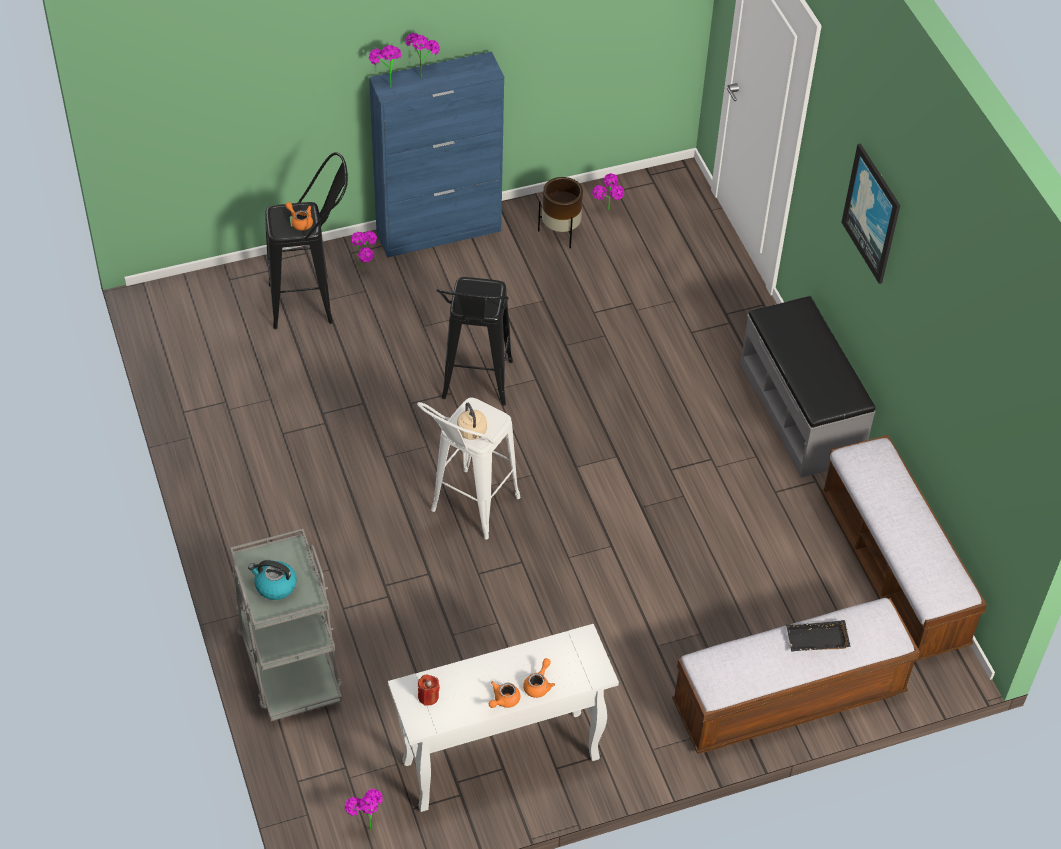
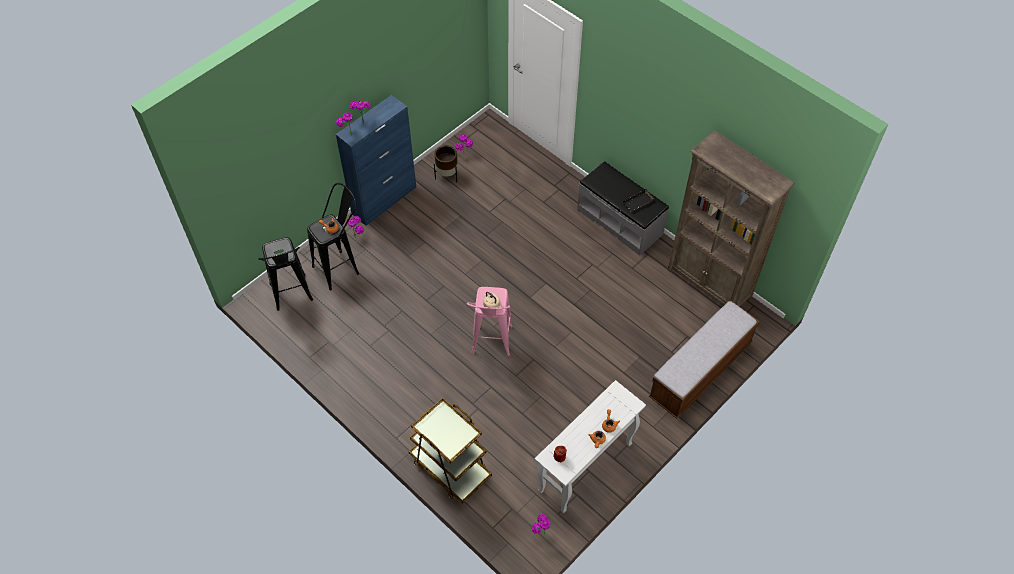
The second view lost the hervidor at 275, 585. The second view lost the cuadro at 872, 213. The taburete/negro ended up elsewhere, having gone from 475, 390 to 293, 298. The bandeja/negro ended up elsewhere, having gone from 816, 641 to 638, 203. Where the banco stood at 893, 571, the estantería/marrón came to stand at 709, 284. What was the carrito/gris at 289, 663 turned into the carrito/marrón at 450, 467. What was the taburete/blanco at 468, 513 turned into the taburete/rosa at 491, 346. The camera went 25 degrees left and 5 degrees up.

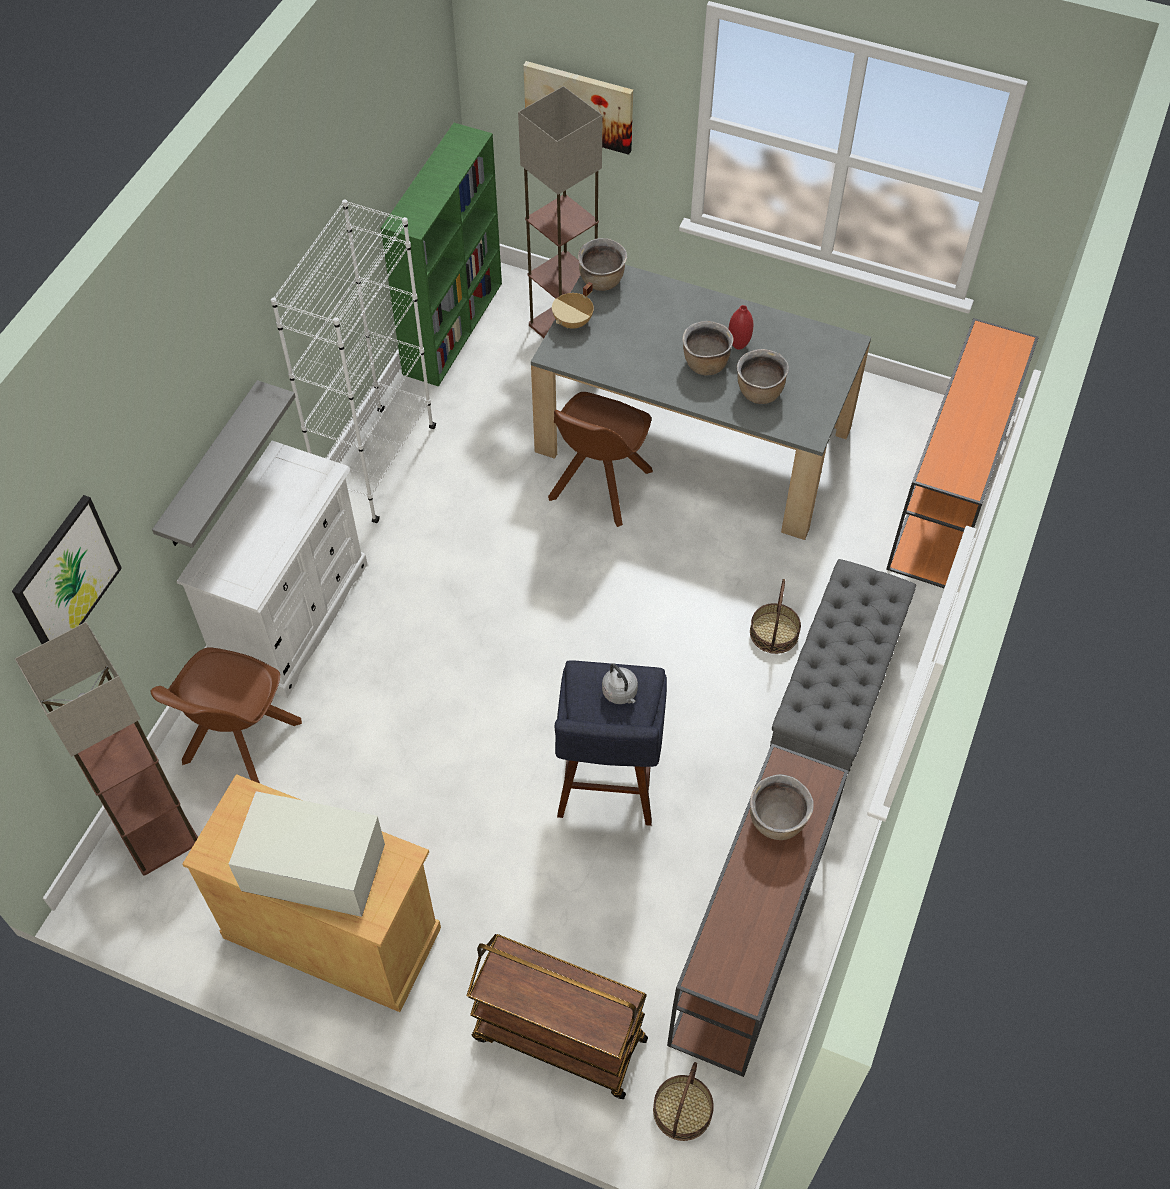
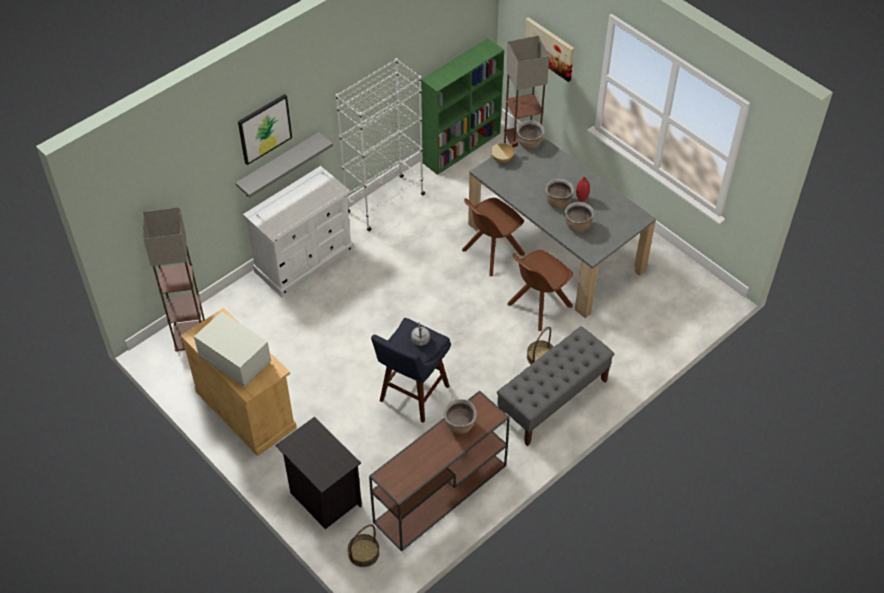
The second view lost the mesa consola/naranja at 948, 499. The cuadro ended up elsewhere, having gone from 66, 577 to 264, 129. The silla/marrón ended up elsewhere, having gone from 240, 744 to 538, 306. Where the carrito/marrón stood at 558, 1039, the mesita de noche/negro came to stand at 323, 498. The camera went 25 degrees right and 5 degrees down.

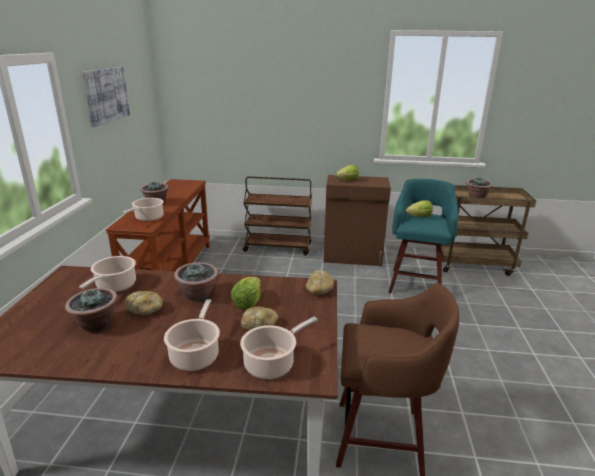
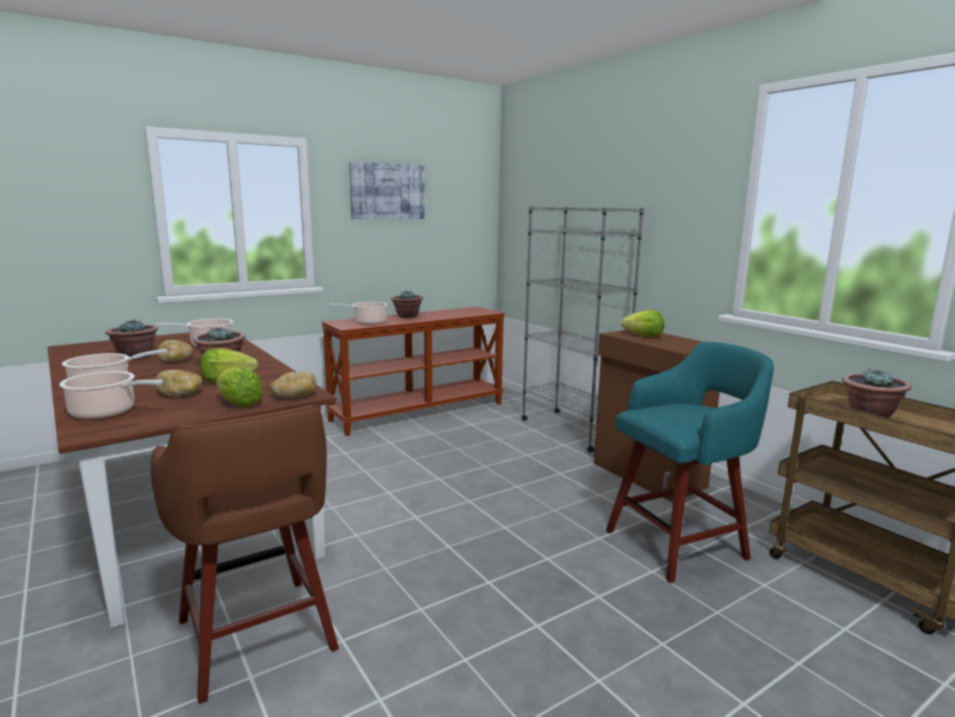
The lechuga ended up elsewhere, having gone from 419, 217 to 238, 403. Where the carrito/marrón stood at 278, 247, the estantería/gris came to stand at 571, 430. The camera went 50 degrees right and 10 degrees down.

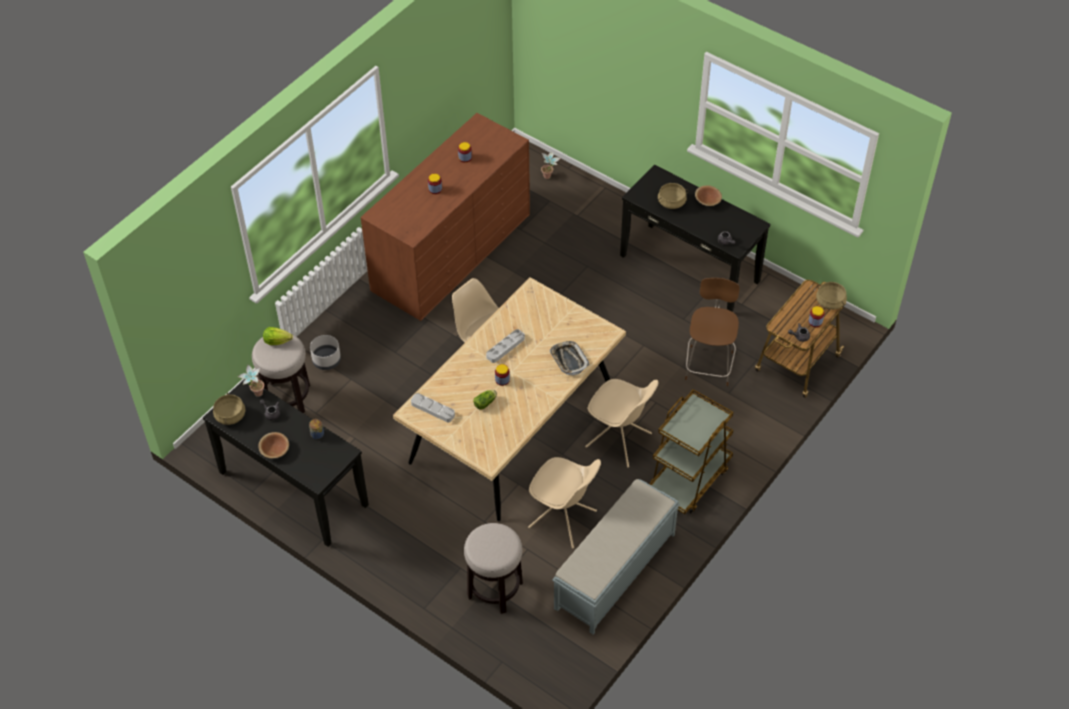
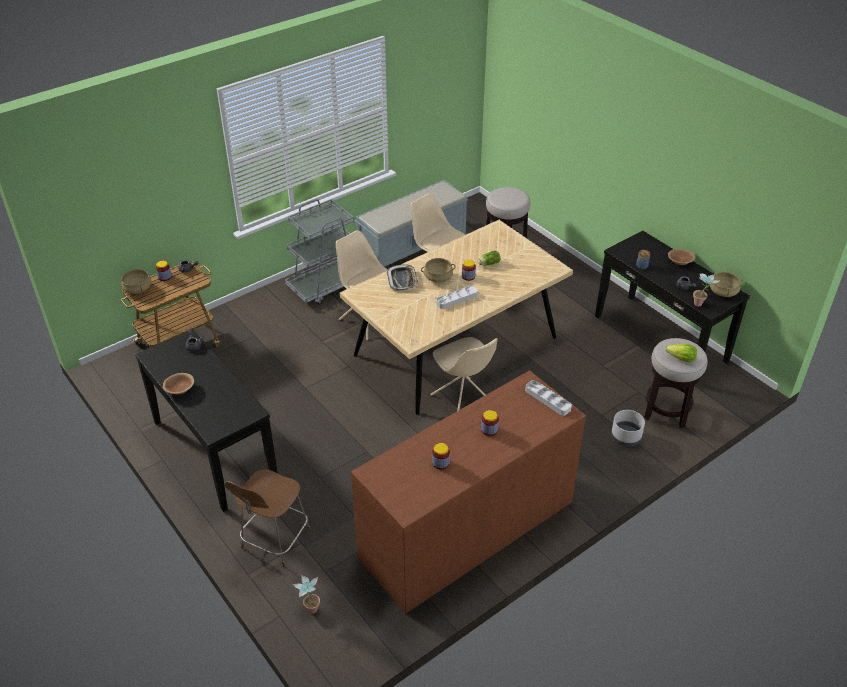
The bandeja/gris ended up elsewhere, having gone from 433, 409 to 547, 400. The olla/beis ended up elsewhere, having gone from 671, 202 to 438, 277. The taburete/marrón ended up elsewhere, having gone from 709, 364 to 274, 541. What was the carrito/marrón at 688, 479 turned into the carrito/gris at 327, 285. The camera went 165 degrees left and 10 degrees down.

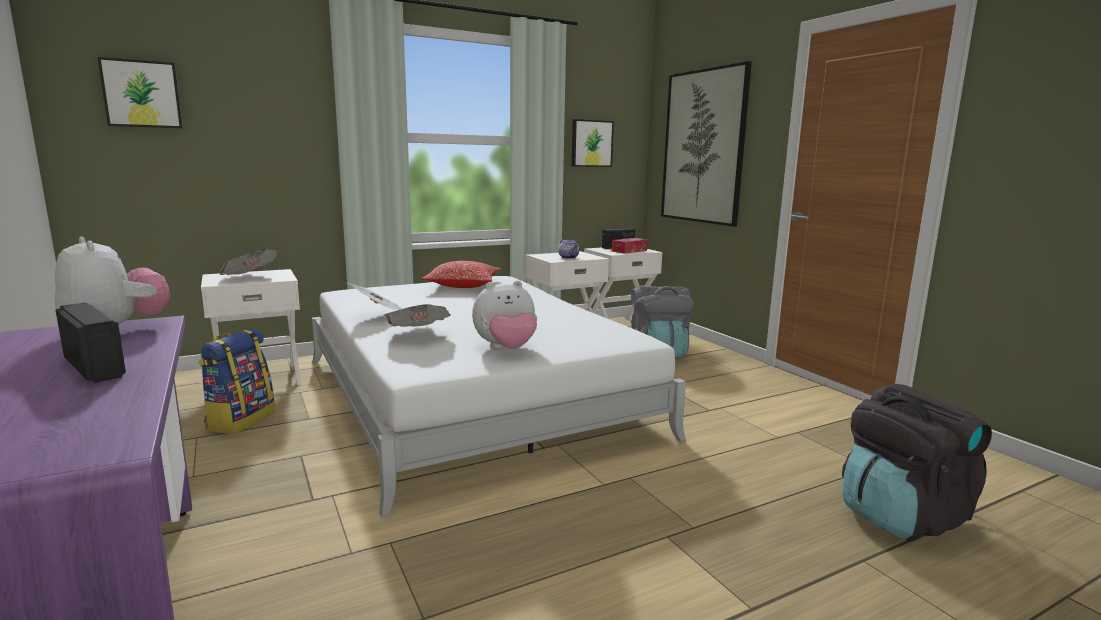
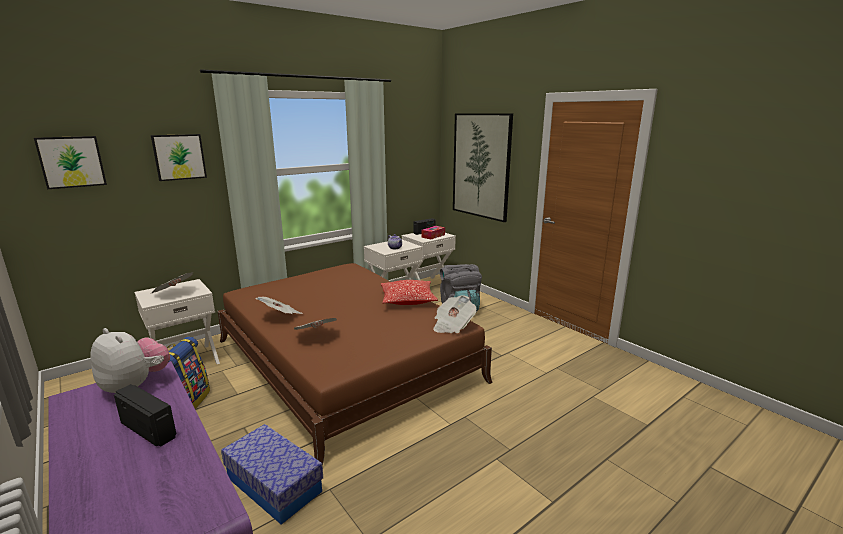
The second view lost the peluche at 506, 349. The second view lost the mochila/negro at 902, 516. The second view gained the caja de almacenaje at 274, 485. The second view gained the periódico at 452, 325. The cojín ended up elsewhere, having gone from 463, 285 to 408, 300. The cuadro ended up elsewhere, having gone from 591, 143 to 179, 157. What was the cama/blanco at 471, 395 turned into the cama/marrón at 345, 360. The camera went 10 degrees left and 5 degrees up.

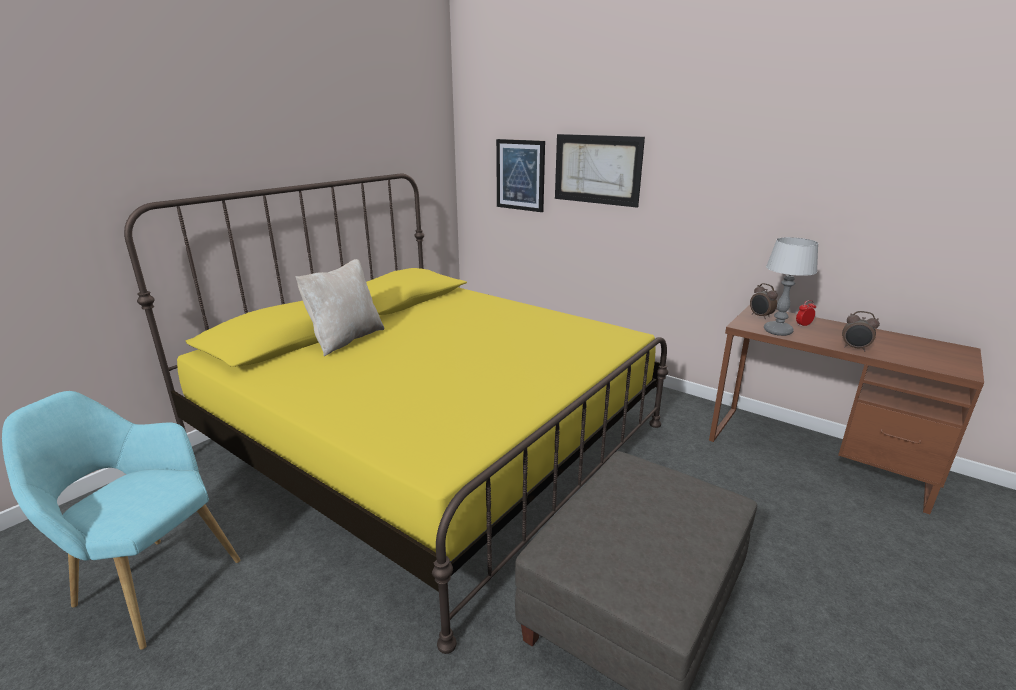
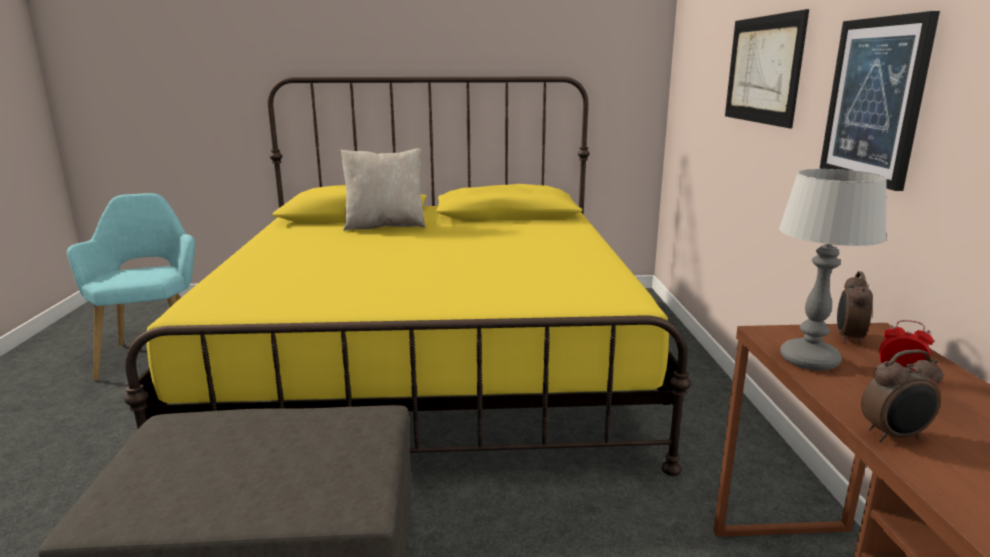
The cuadro ended up elsewhere, having gone from 520, 175 to 875, 101. The despertador at 855, 348 ended up facing another way, 90 degrees counterclockwise from before. The camera went 50 degrees right and 5 degrees down.

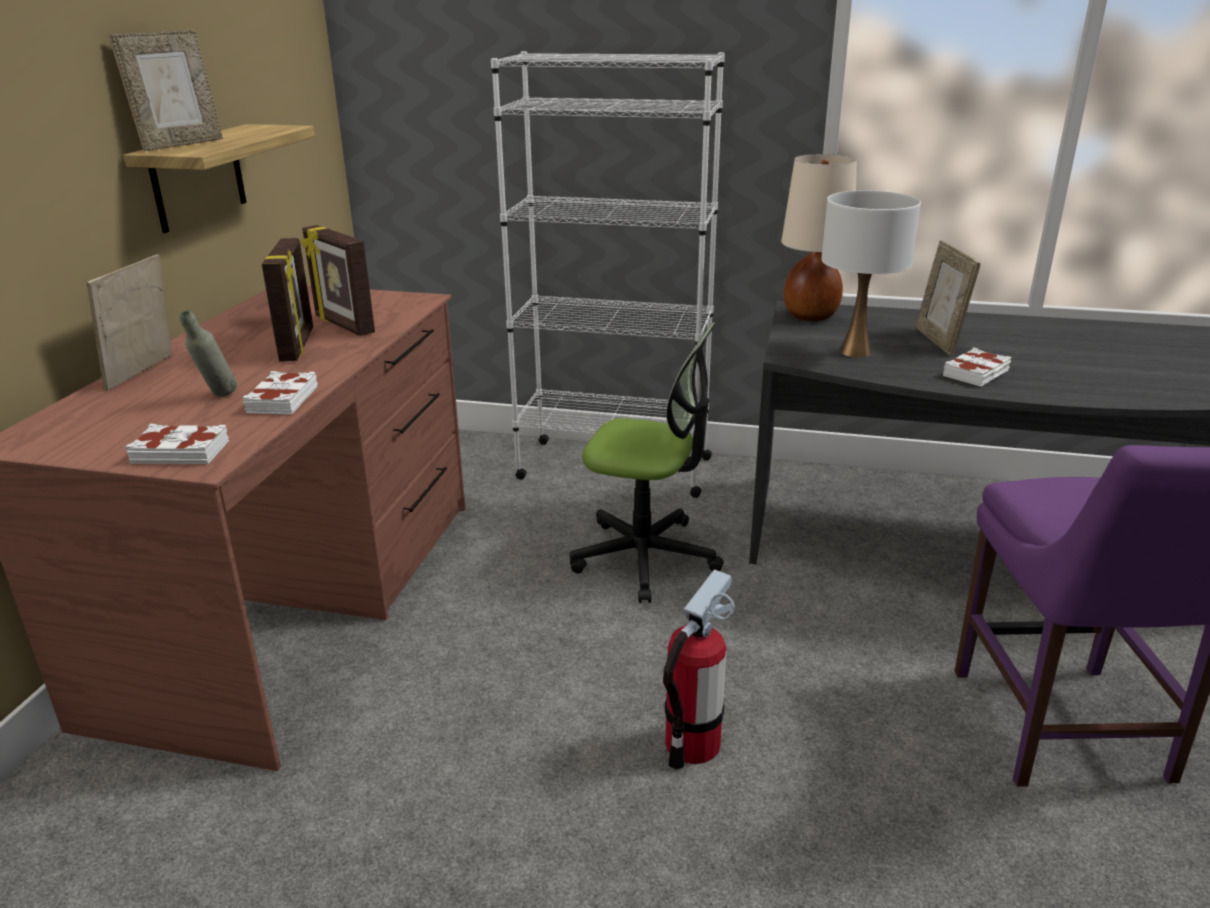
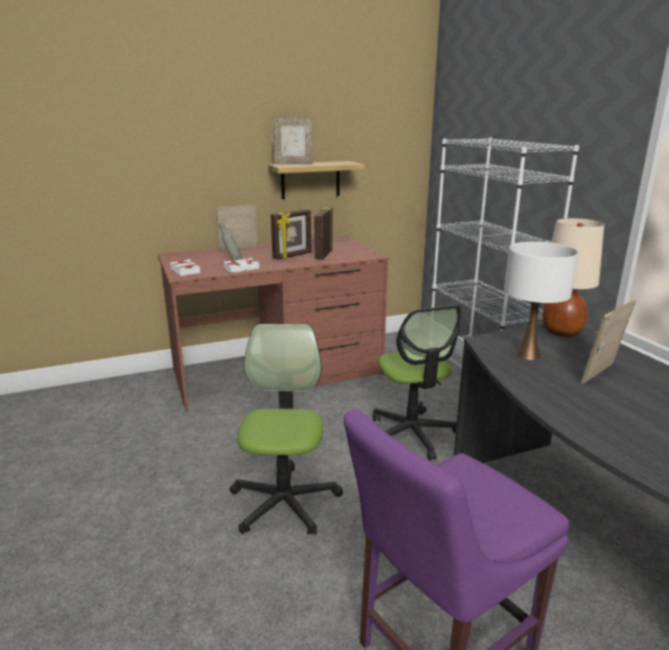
The second view lost the libro/blanco at 976, 373. Where the extintor stood at 692, 744, the silla de oficina came to stand at 284, 502. The camera went 55 degrees right and 5 degrees down.

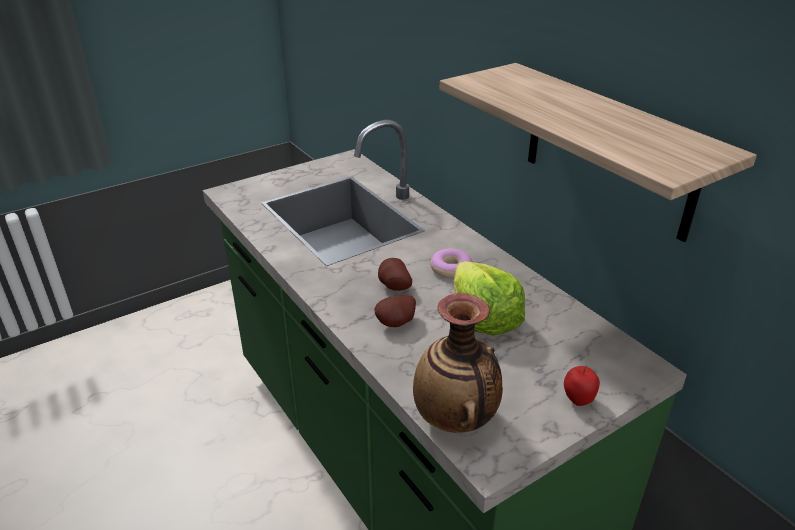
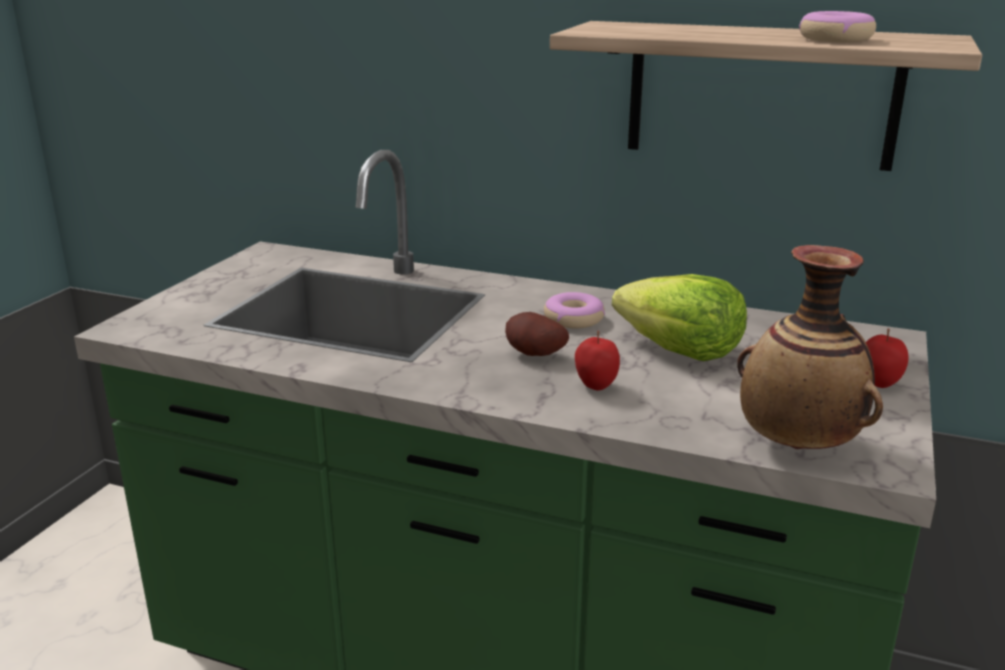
The second view gained the rosquilla at 835, 39. Where the patata stood at 397, 324, the manzana came to stand at 596, 387. The camera went 35 degrees left and 10 degrees down.

